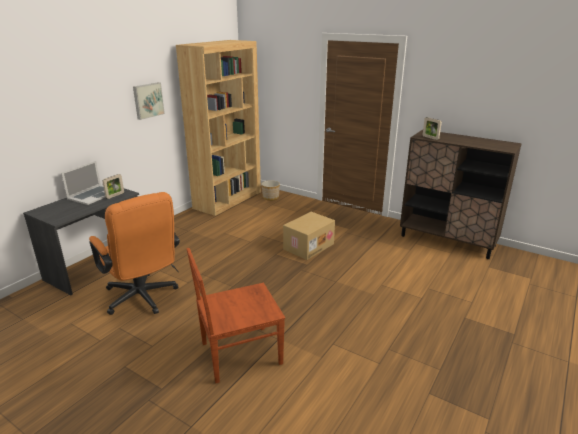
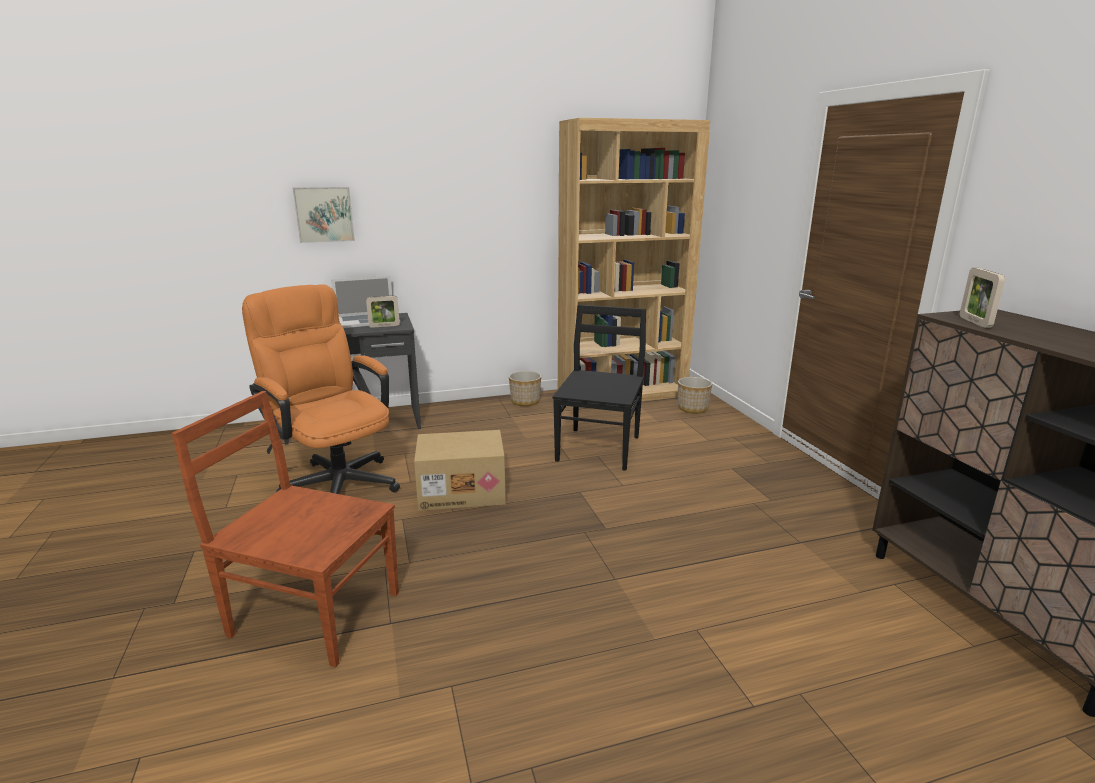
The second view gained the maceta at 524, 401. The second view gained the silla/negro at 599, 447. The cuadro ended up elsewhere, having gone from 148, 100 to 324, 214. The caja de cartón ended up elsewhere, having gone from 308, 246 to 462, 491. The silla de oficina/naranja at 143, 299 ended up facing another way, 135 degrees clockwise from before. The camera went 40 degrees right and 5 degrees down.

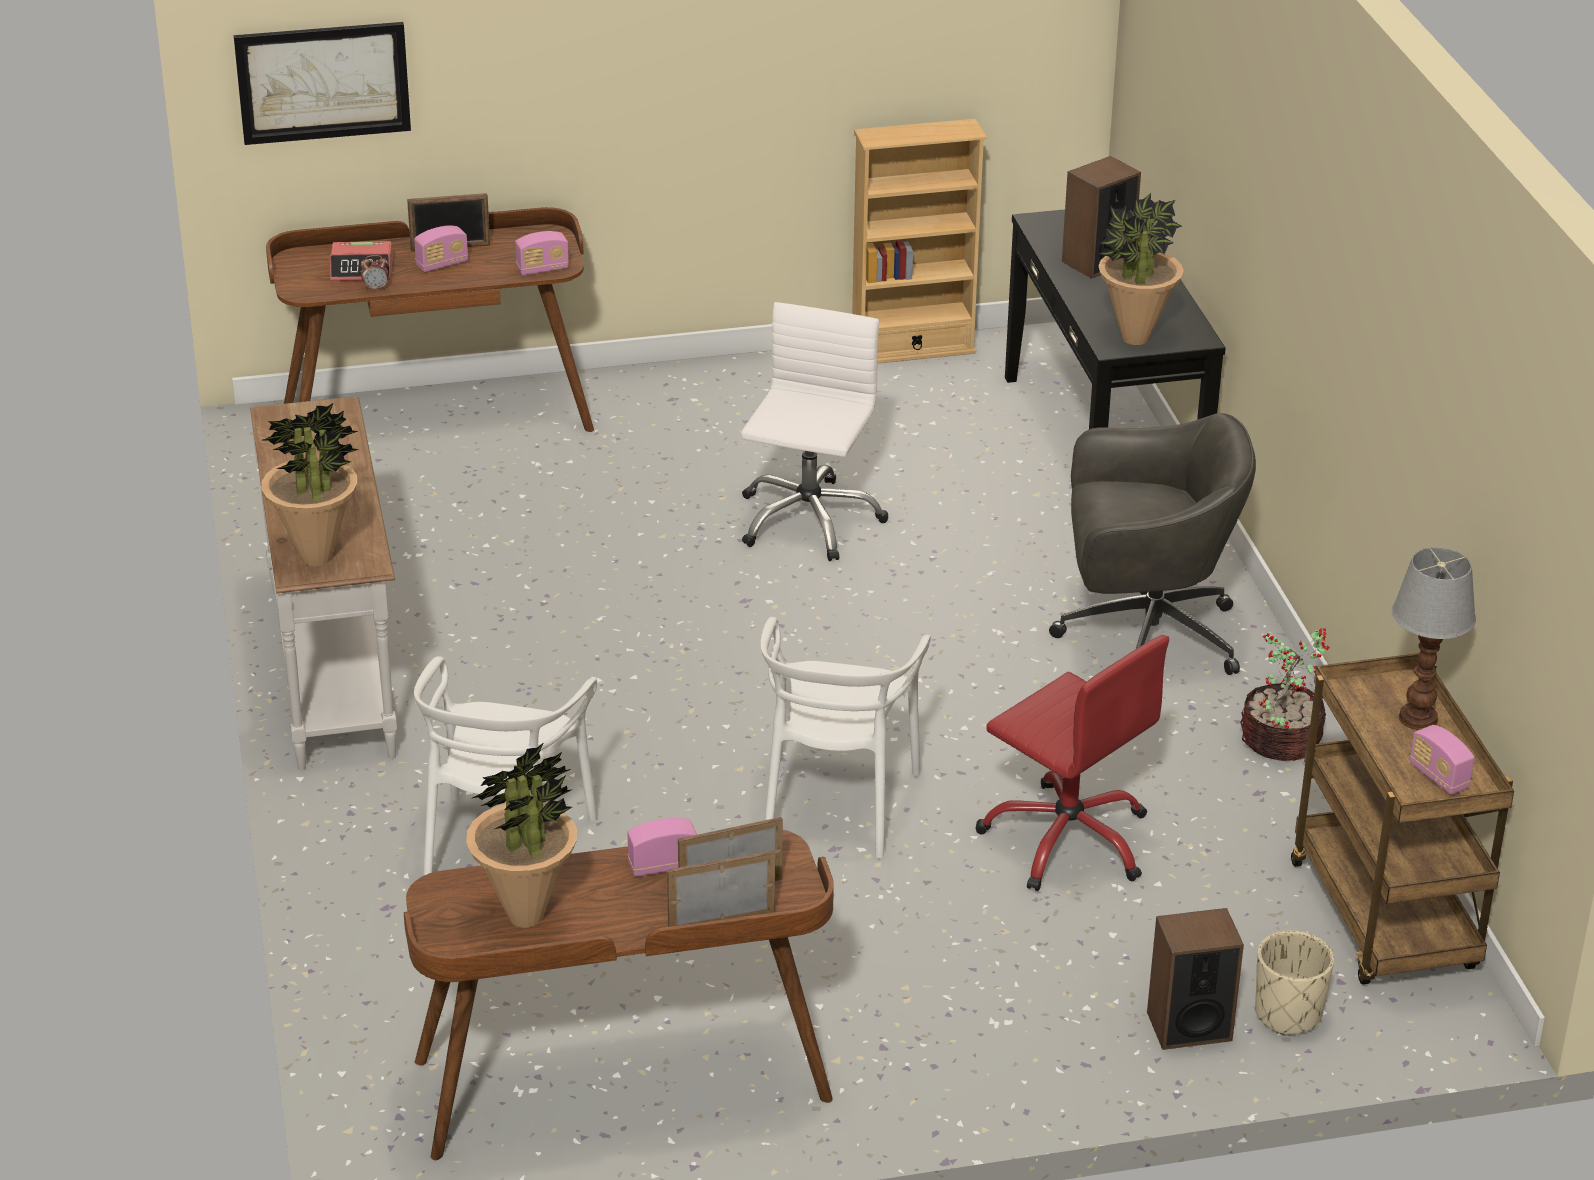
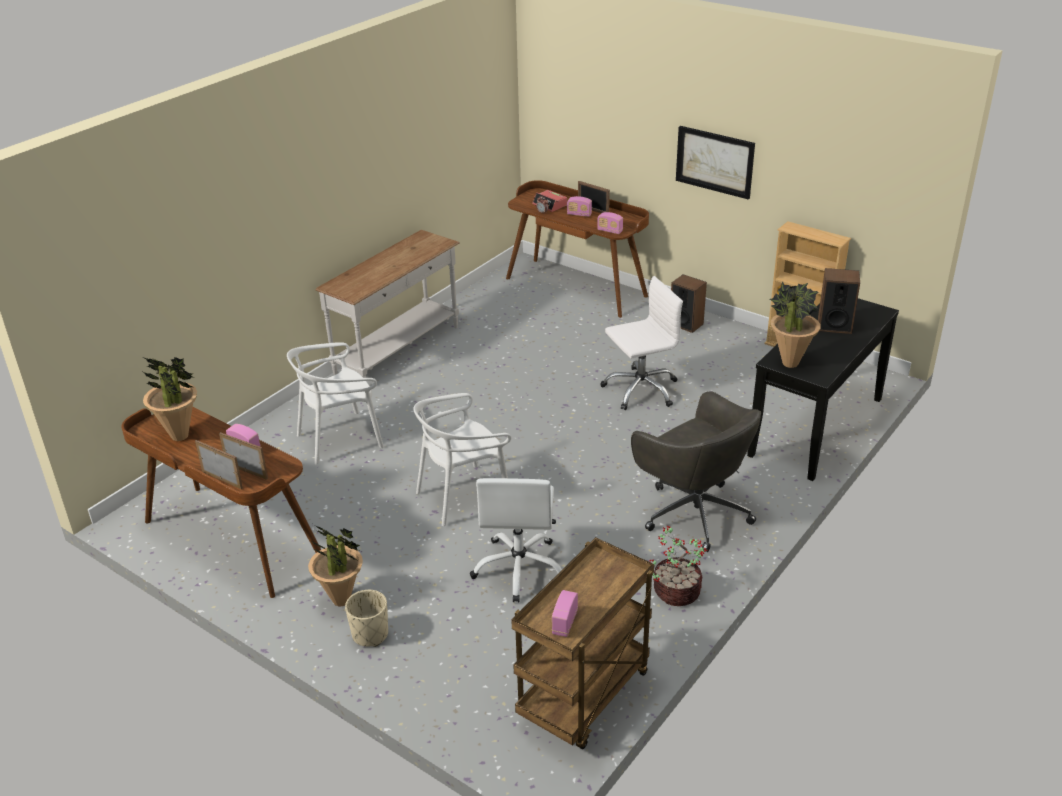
The second view lost the lámpara de mesa at 1417, 719. The cuadro ended up elsewhere, having gone from 323, 82 to 715, 161. The planta en maceta ended up elsewhere, having gone from 317, 557 to 341, 600. The altavoz ended up elsewhere, having gone from 1188, 1026 to 686, 324. The maceta/beis ended up elsewhere, having gone from 1288, 1014 to 370, 634. What was the silla de oficina/rojo at 1068, 839 turned into the silla de oficina/blanco at 519, 568. The camera went 50 degrees right and 0 degrees up.

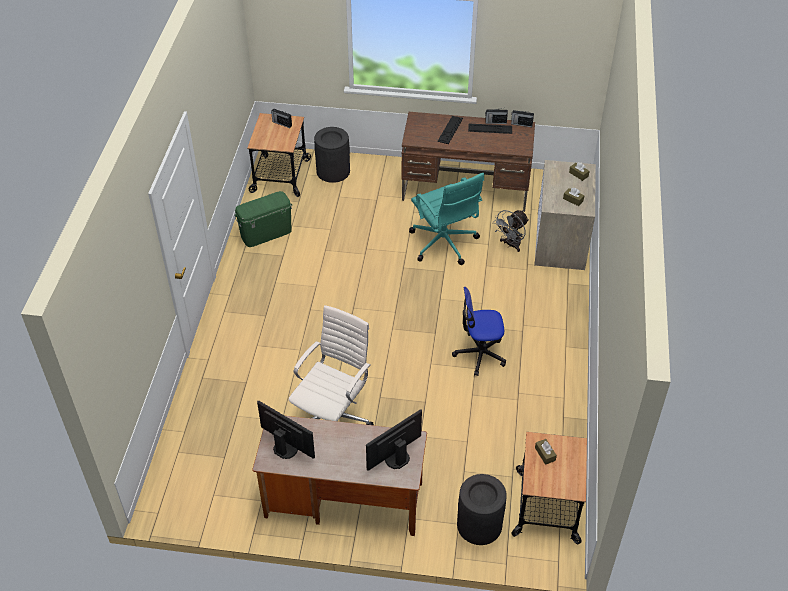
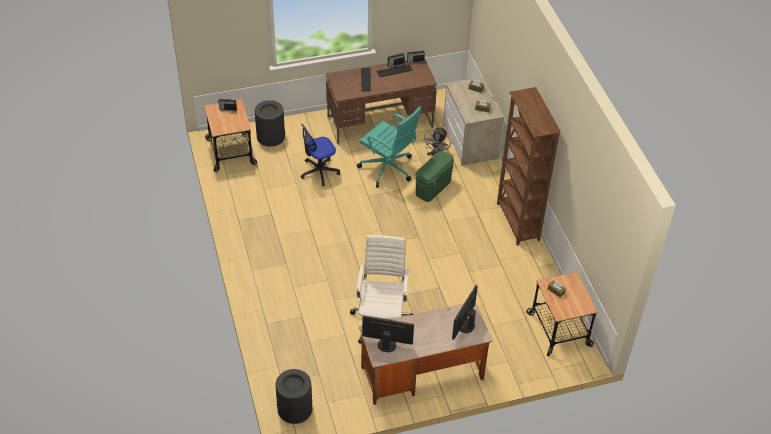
The second view gained the estantería/marrón at 517, 222. The caja de almacenaje/verde ended up elsewhere, having gone from 266, 233 to 433, 187. The silla de oficina ended up elsewhere, having gone from 479, 354 to 319, 171. The papelera/negro ended up elsewhere, having gone from 479, 525 to 295, 409. The camera went 25 degrees left and 0 degrees up.

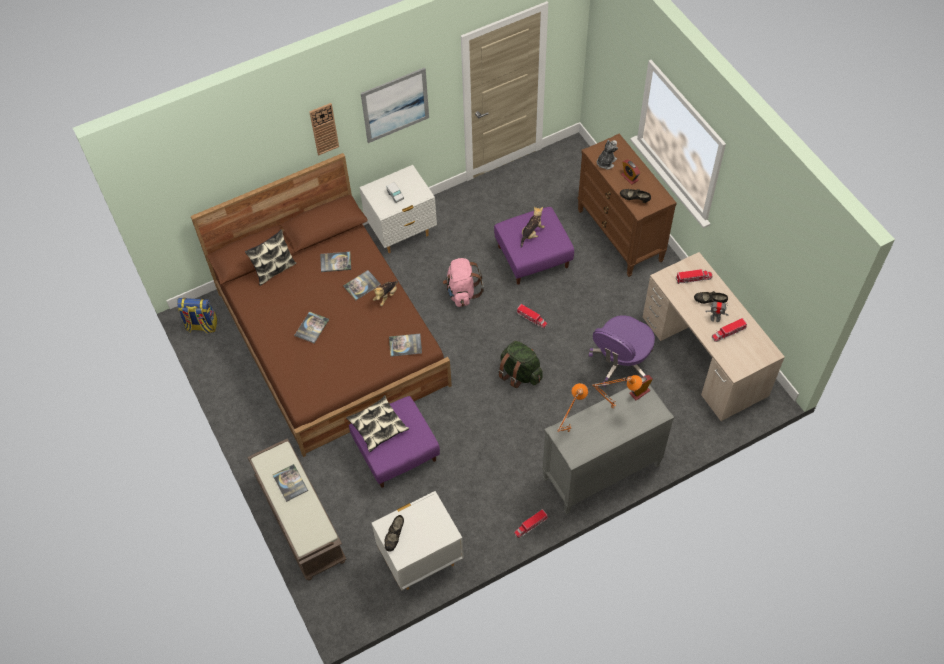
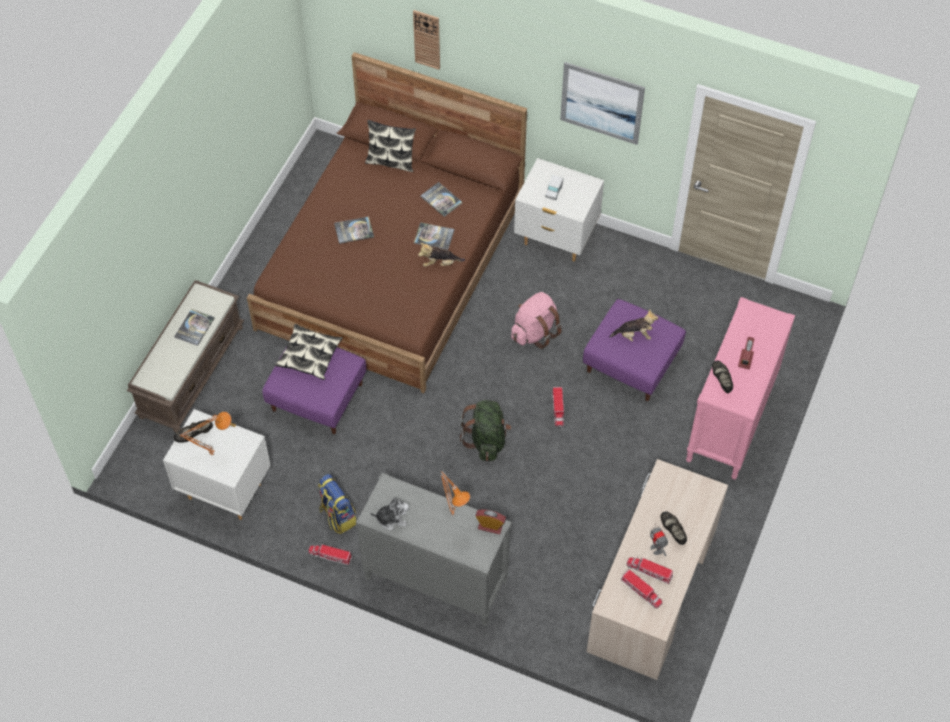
The second view lost the libro at 405, 345. The second view lost the silla de oficina/morado at 620, 362. The mochila ended up elsewhere, having gone from 201, 326 to 337, 516. The reloj de pared ended up elsewhere, having gone from 324, 129 to 427, 39. The lámpara de mesa/naranja ended up elsewhere, having gone from 567, 431 to 212, 453. The peluche ended up elsewhere, having gone from 606, 162 to 392, 518. The camión de juguete ended up elsewhere, having gone from 693, 279 to 641, 591. What was the cómoda/marrón at 620, 236 turned into the cómoda/rosa at 730, 422. The camera went 50 degrees right and 0 degrees up.

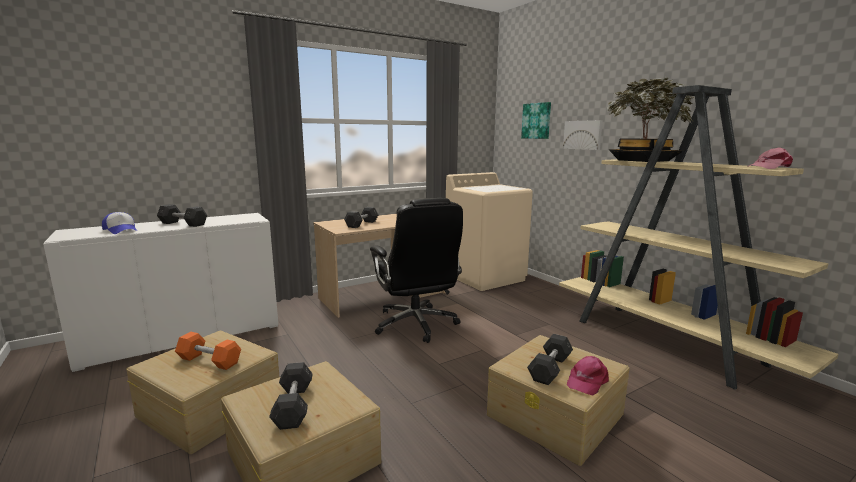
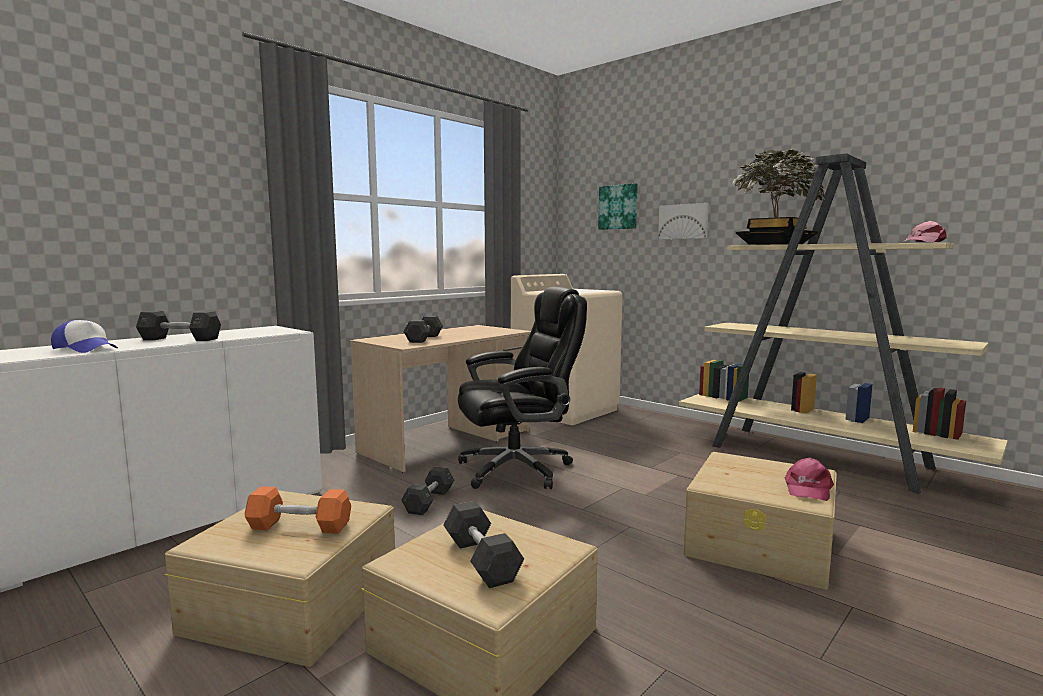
The mancuerna/gris ended up elsewhere, having gone from 550, 369 to 429, 501. The silla de oficina/negro at 416, 324 ended up facing another way, 75 degrees counterclockwise from before. The camera went 15 degrees left and 5 degrees down.

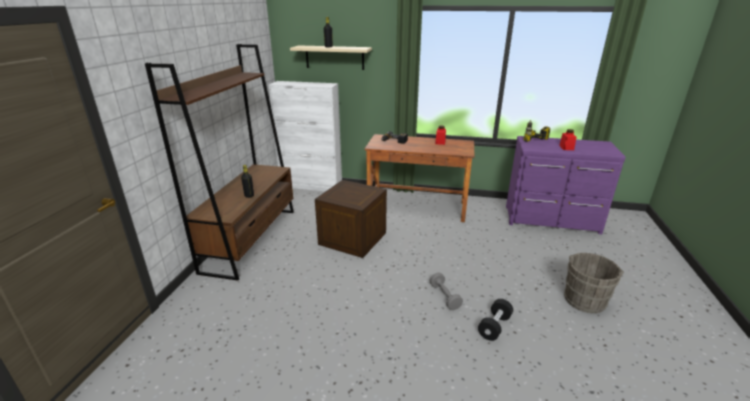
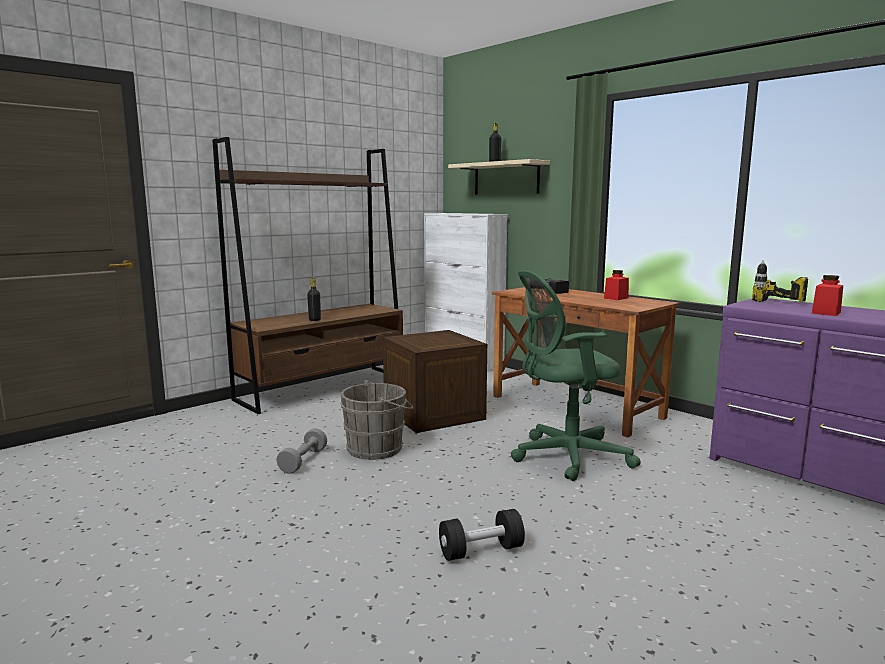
The second view gained the silla de oficina/verde at 565, 457. The mancuerna/gris ended up elsewhere, having gone from 444, 297 to 303, 461. The cubo/gris ended up elsewhere, having gone from 585, 298 to 378, 448. The camera went 35 degrees right and 15 degrees down.

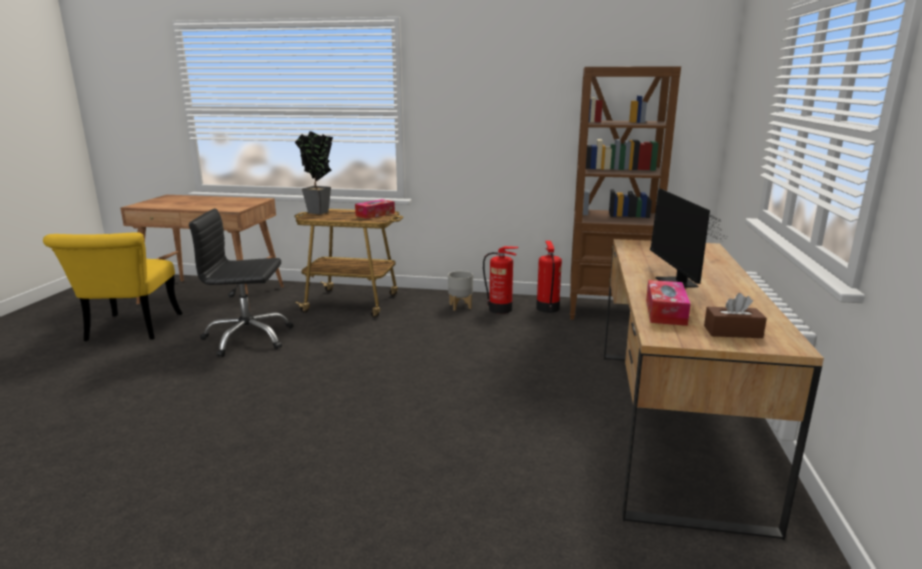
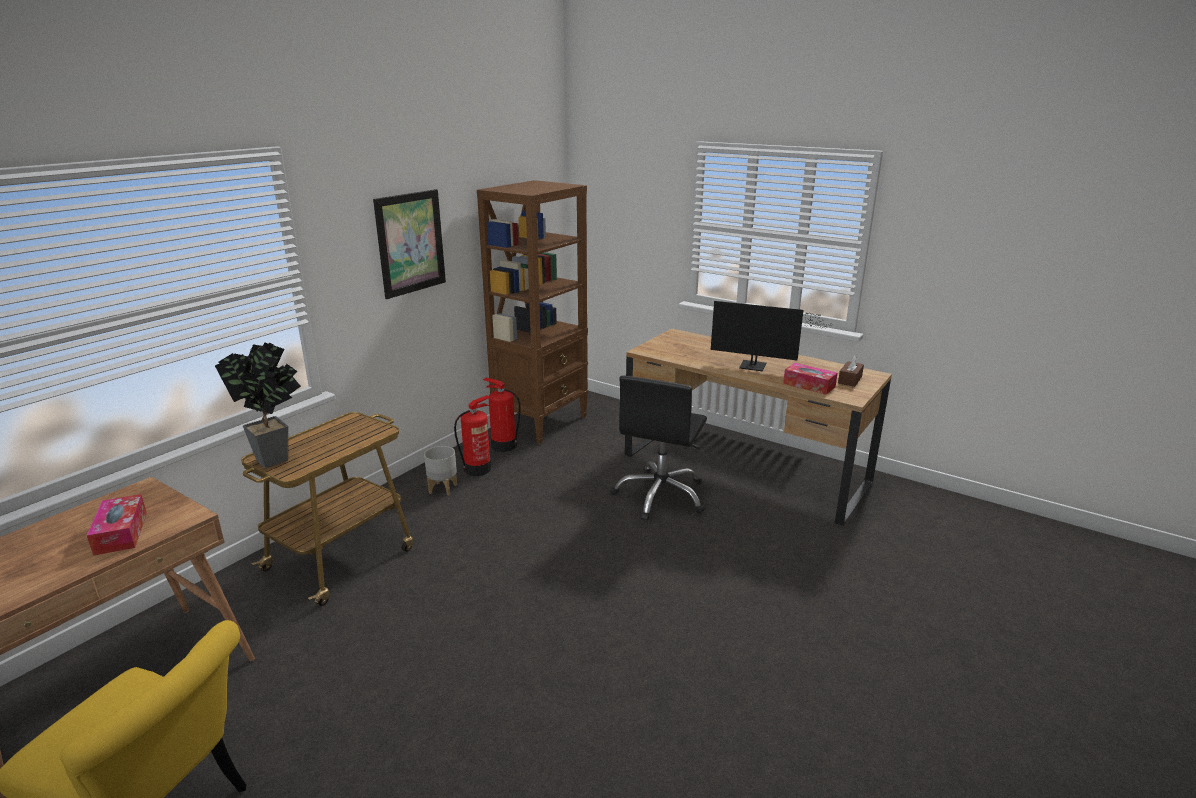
The second view gained the cuadro at 410, 243. The silla de oficina/negro ended up elsewhere, having gone from 248, 338 to 661, 496. The caja de pañuelos ended up elsewhere, having gone from 375, 214 to 121, 533. The camera went 65 degrees left and 5 degrees up.

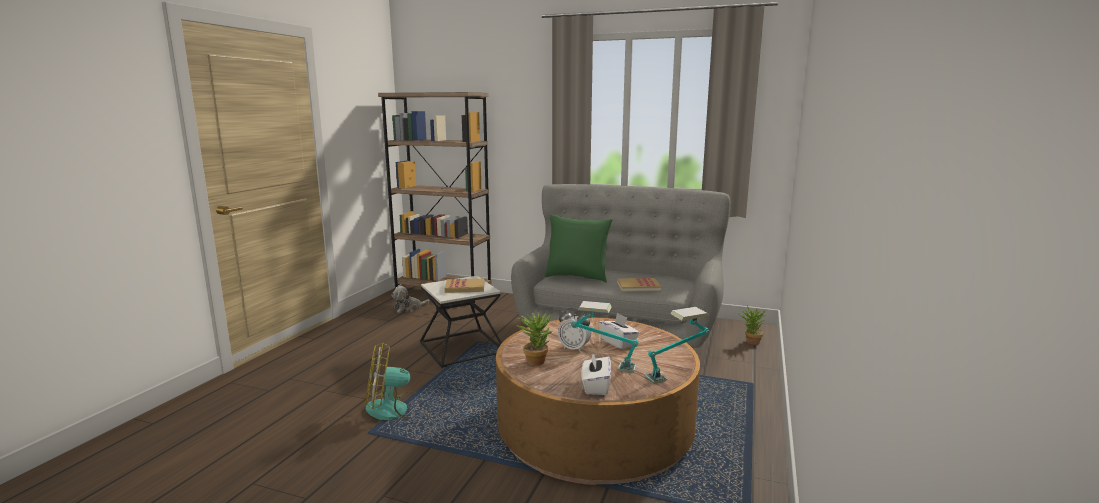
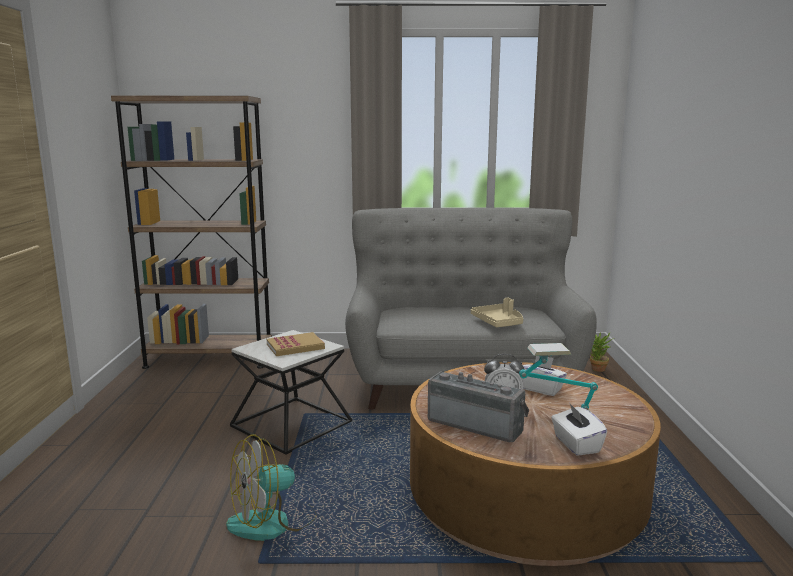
The second view lost the peluche at 408, 308. The second view lost the cojín/verde at 577, 277. The second view lost the lámpara de mesa at 677, 375. Where the planta en maceta stood at 536, 360, the radio came to stand at 476, 424. Where the libro stood at 638, 287, the bandeja/beis came to stand at 498, 322. The camera went 20 degrees left and 0 degrees up.

